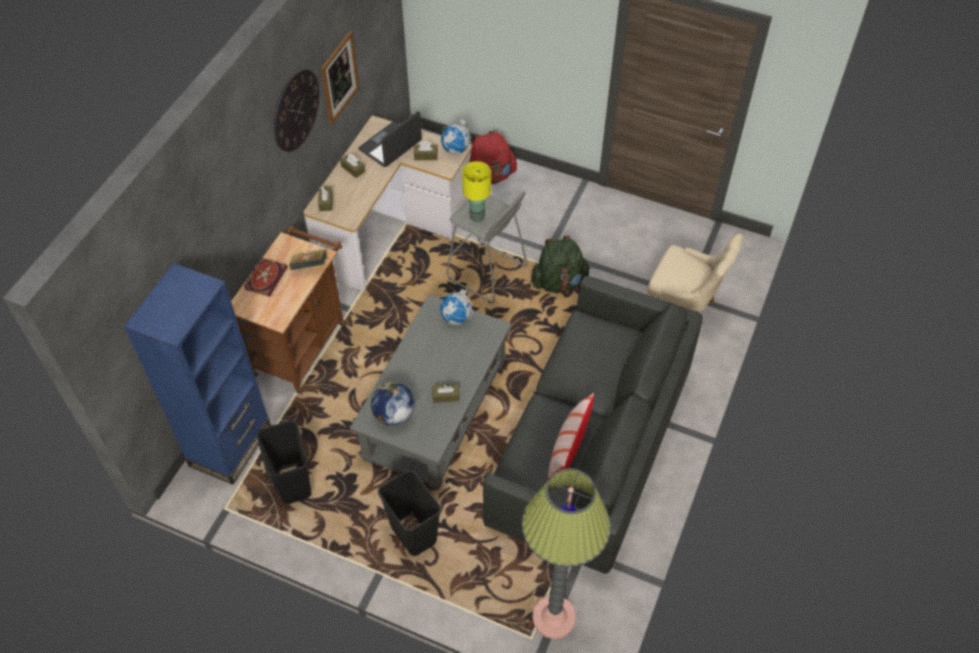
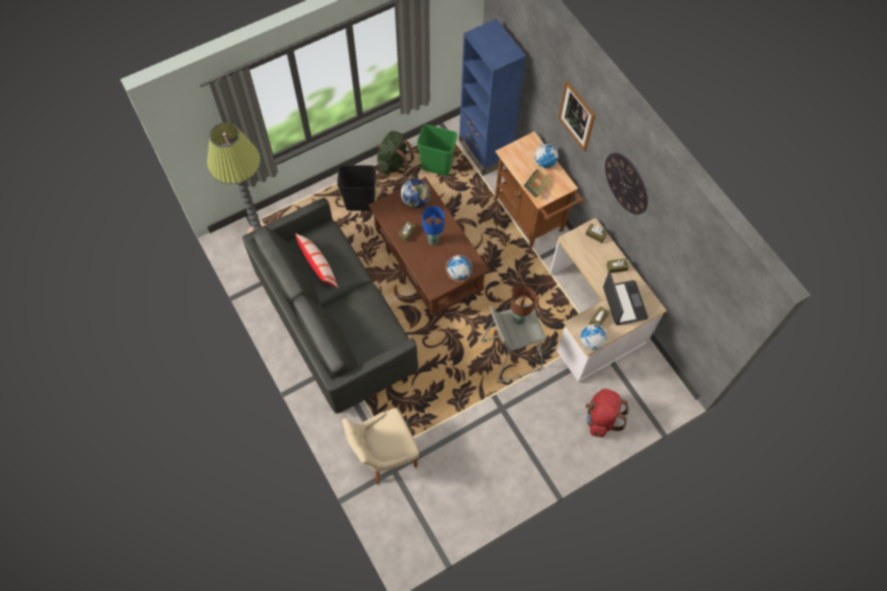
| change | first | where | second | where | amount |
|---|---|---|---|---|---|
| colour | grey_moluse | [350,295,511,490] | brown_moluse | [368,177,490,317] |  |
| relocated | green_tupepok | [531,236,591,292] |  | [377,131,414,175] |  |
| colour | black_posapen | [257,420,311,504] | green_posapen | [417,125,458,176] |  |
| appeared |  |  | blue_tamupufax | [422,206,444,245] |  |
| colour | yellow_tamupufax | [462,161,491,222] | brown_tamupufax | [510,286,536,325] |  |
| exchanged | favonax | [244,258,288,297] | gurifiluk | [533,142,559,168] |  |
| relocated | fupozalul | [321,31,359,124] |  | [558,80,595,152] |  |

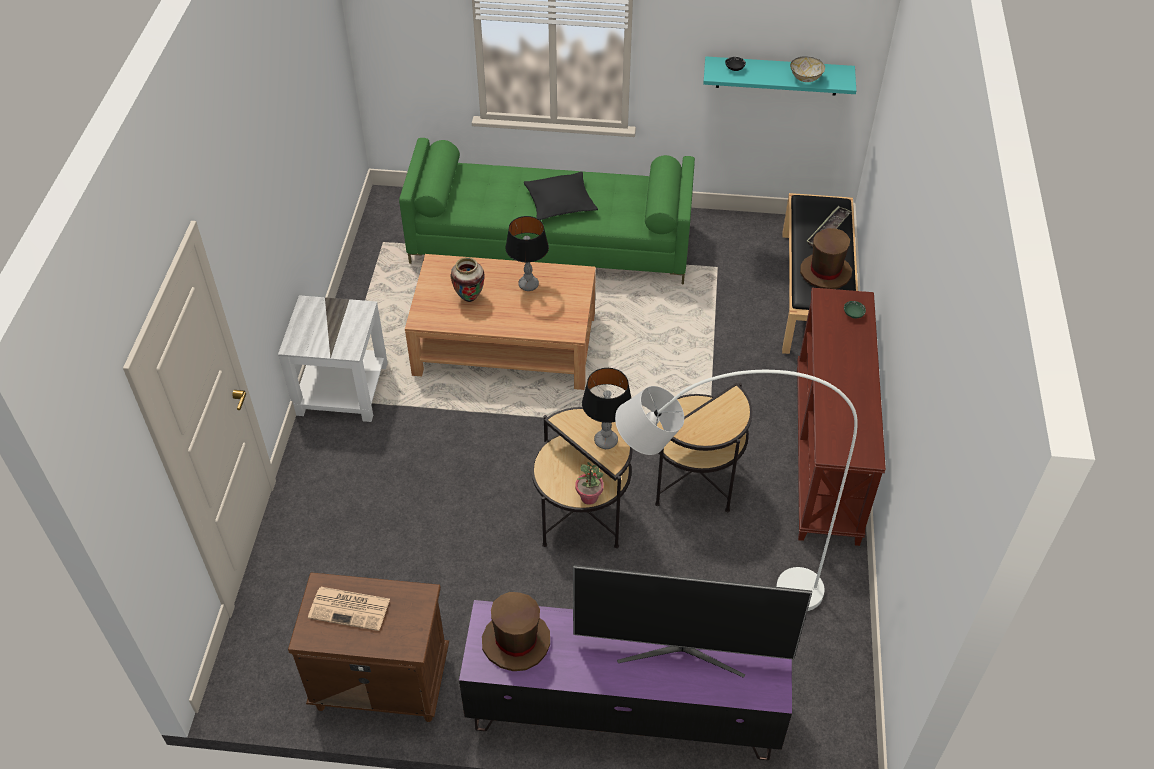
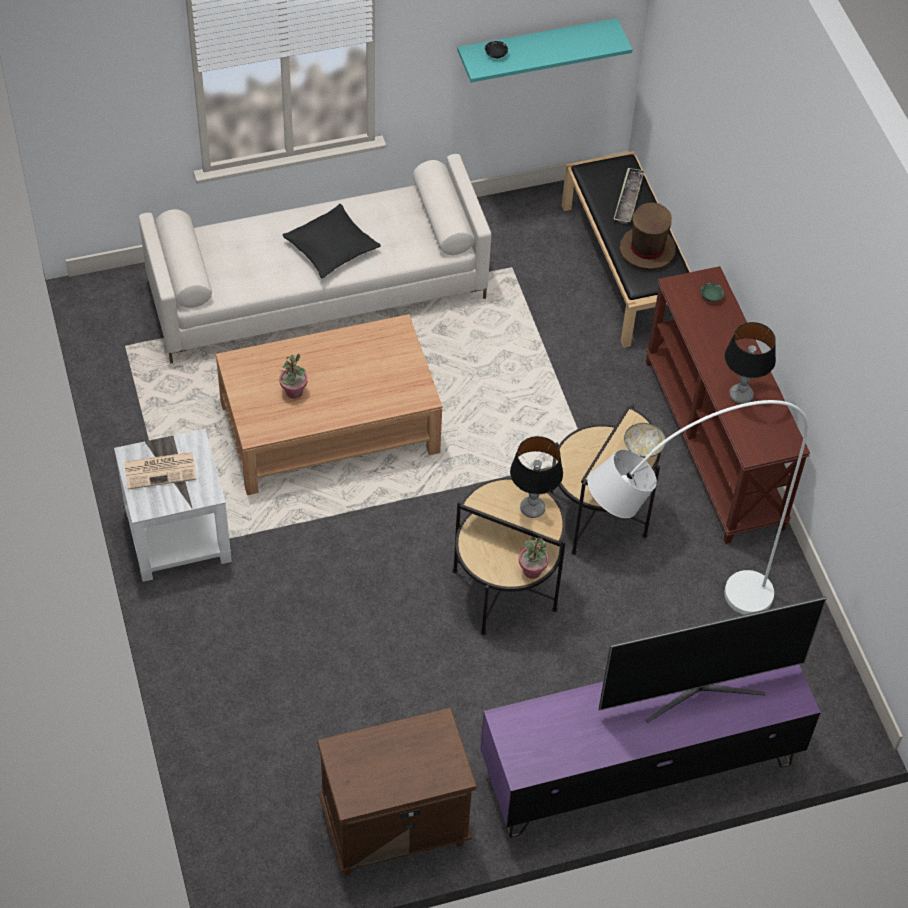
| change | first | where | second | where | amount |
|---|---|---|---|---|---|
| relocated | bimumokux | [308,587,390,631] |  | [124,452,197,489] |  |
| colour | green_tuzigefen | [399,138,695,284] | beige_tuzigefen | [139,154,491,364] |  |
| exchanged | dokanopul | [450,257,485,302] | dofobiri | [279,353,308,399] |  |
| relocated | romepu | [790,57,825,82] |  | [624,423,666,458] |  |
| relocated | tamupufax | [506,216,549,291] |  | [725,322,776,404] |  |
| missing | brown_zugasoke | [482,592,550,671] |  |  |  |

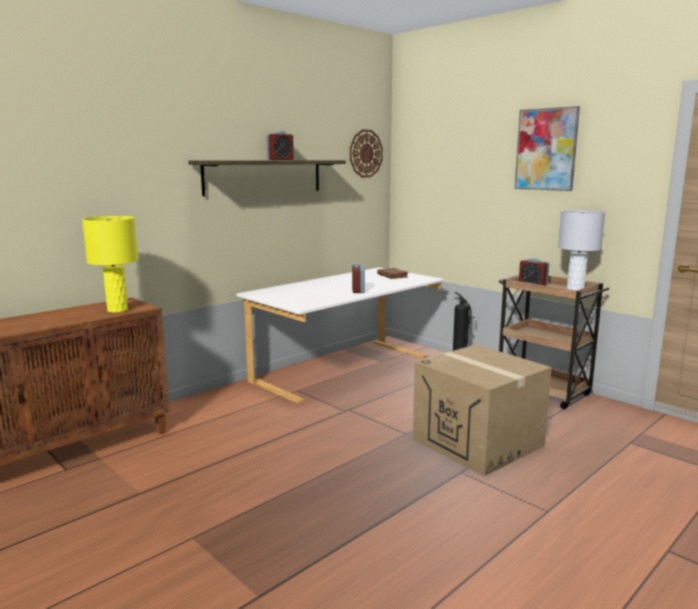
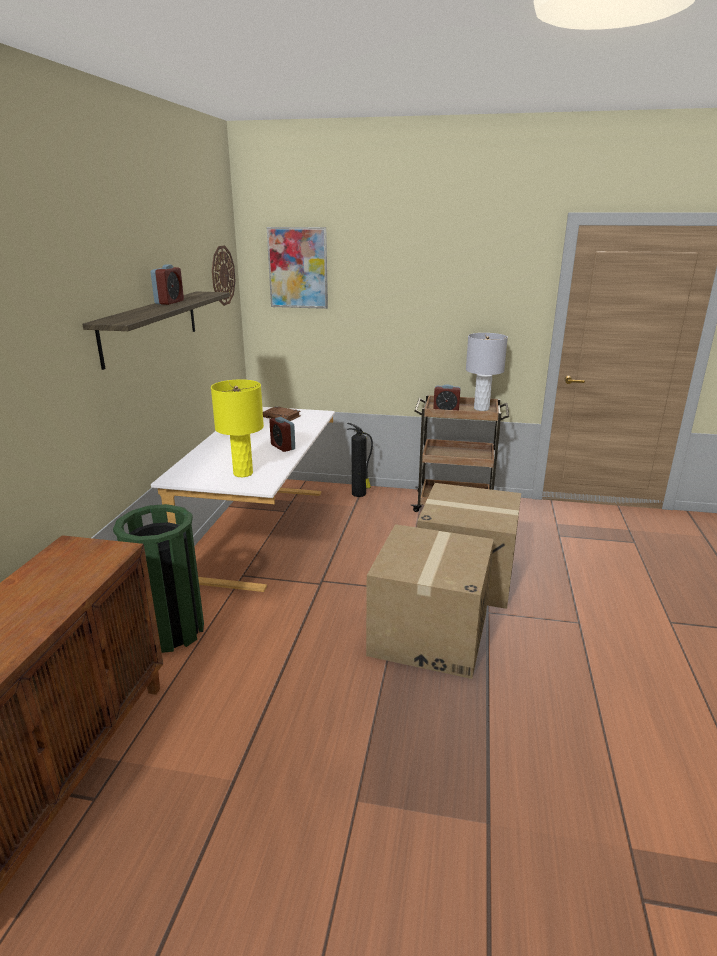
| change | first | where | second | where | amount |
|---|---|---|---|---|---|
| appeared |  |  | green_posapen | [113,504,204,653] |  |
| relocated | yellow_tamupufax | [82,216,139,313] |  | [211,379,264,477] |  |
| relocated | fupozalul | [515,106,580,191] |  | [267,227,328,309] |  |
| appeared |  |  | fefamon | [366,524,494,679] |  |

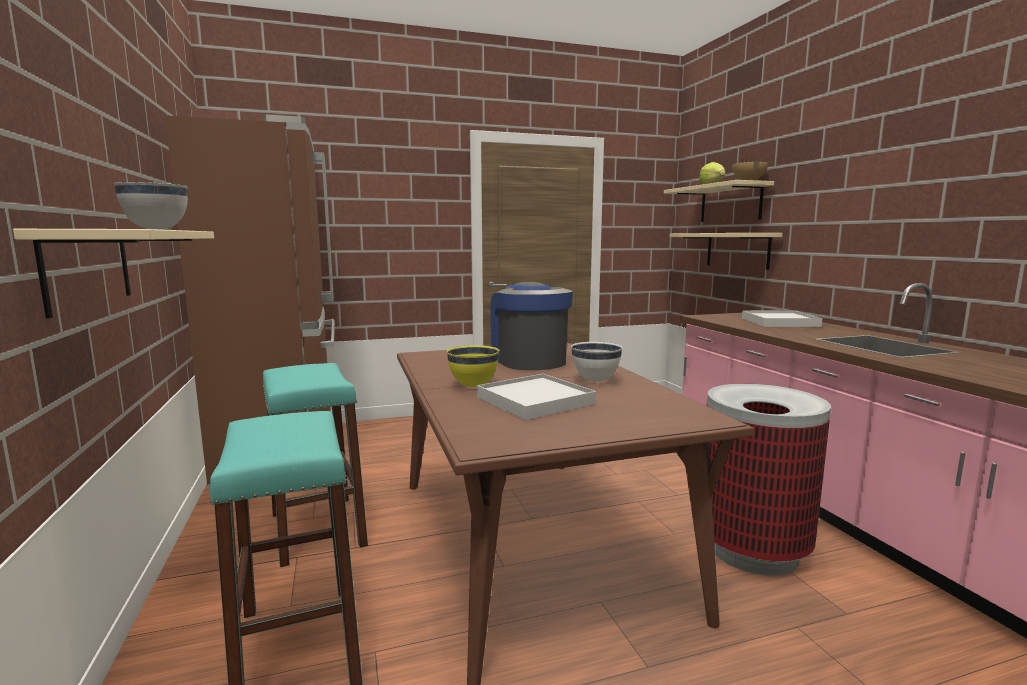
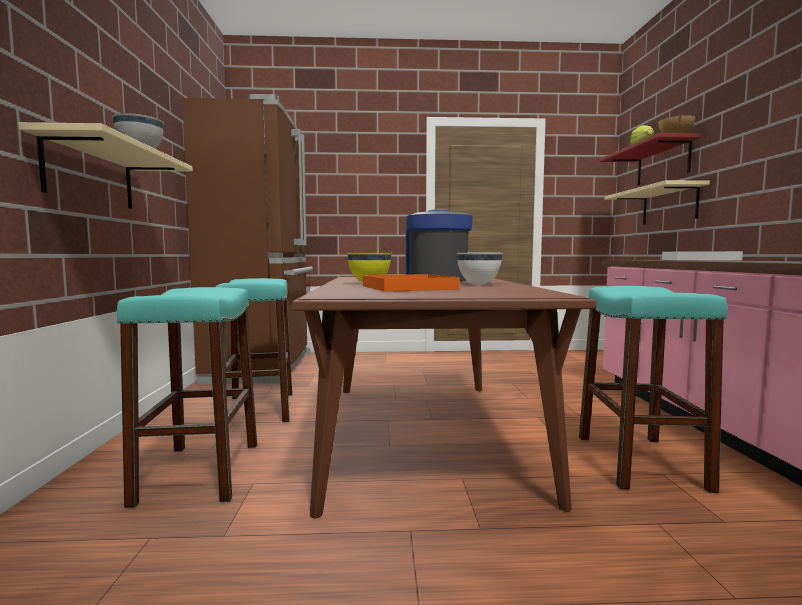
| change | first | where | second | where | amount |
|---|---|---|---|---|---|
| colour | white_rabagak | [477,374,596,420] | orange_rabagak | [363,274,459,292] |  |
| exchanged | posapen | [707,384,831,575] | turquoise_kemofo | [579,286,727,493] |  |
| colour | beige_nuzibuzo | [664,180,774,222] | red_nuzibuzo | [600,133,701,186] |  |

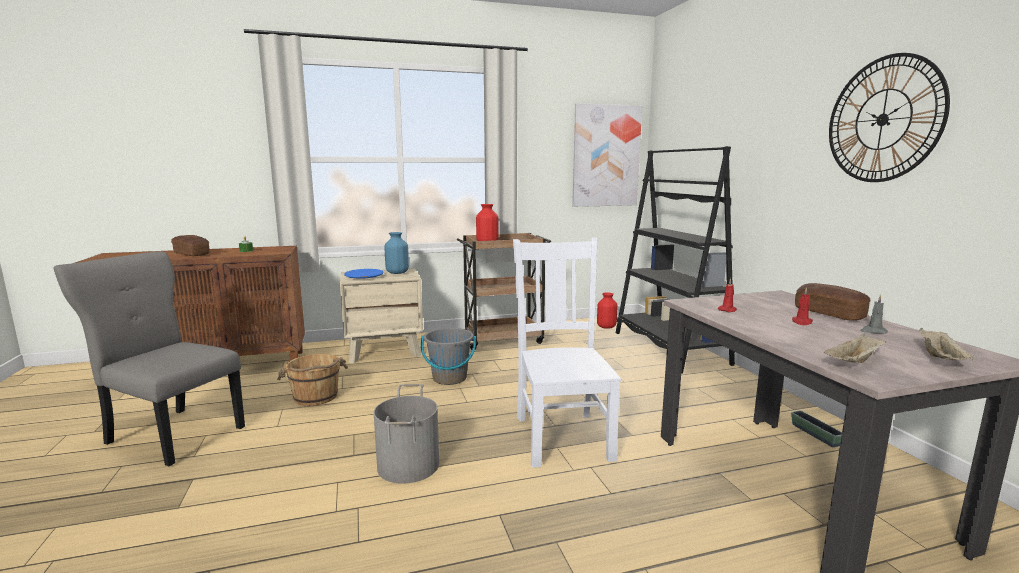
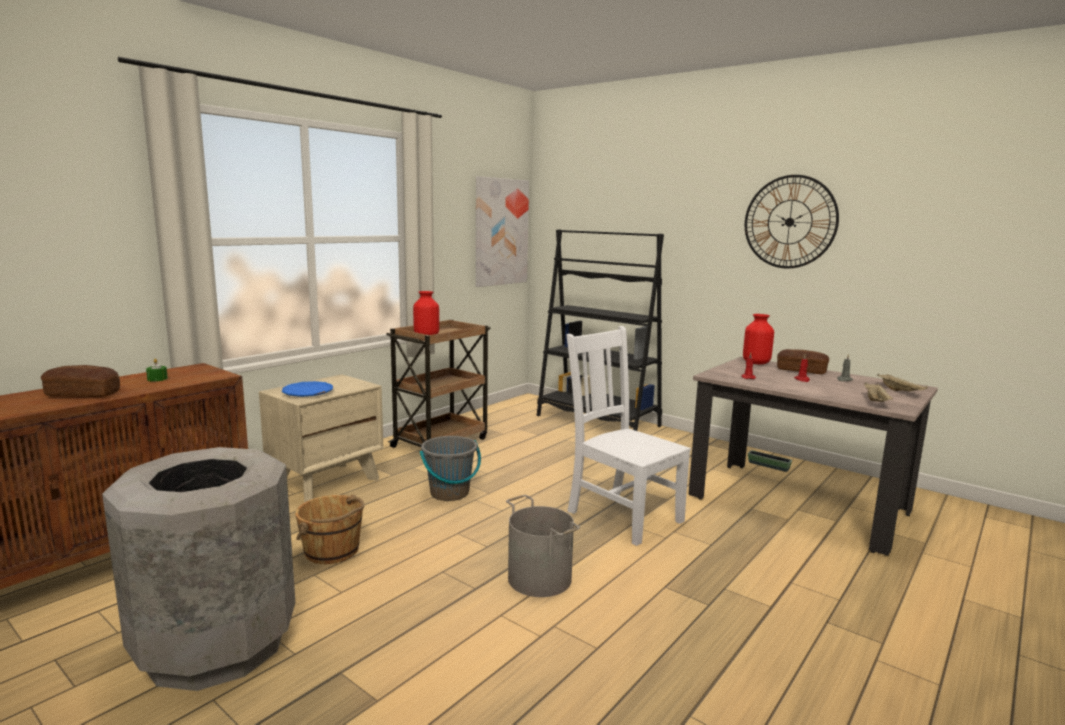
| change | first | where | second | where | amount |
|---|---|---|---|---|---|
| exchanged | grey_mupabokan | [53,251,245,466] | grey_posapen | [102,447,295,691] |  |
| relocated | red_dokanopul | [597,293,618,329] |  | [743,314,774,364] |  |
| missing | blue_dokanopul | [384,232,409,274] |  |  |  |

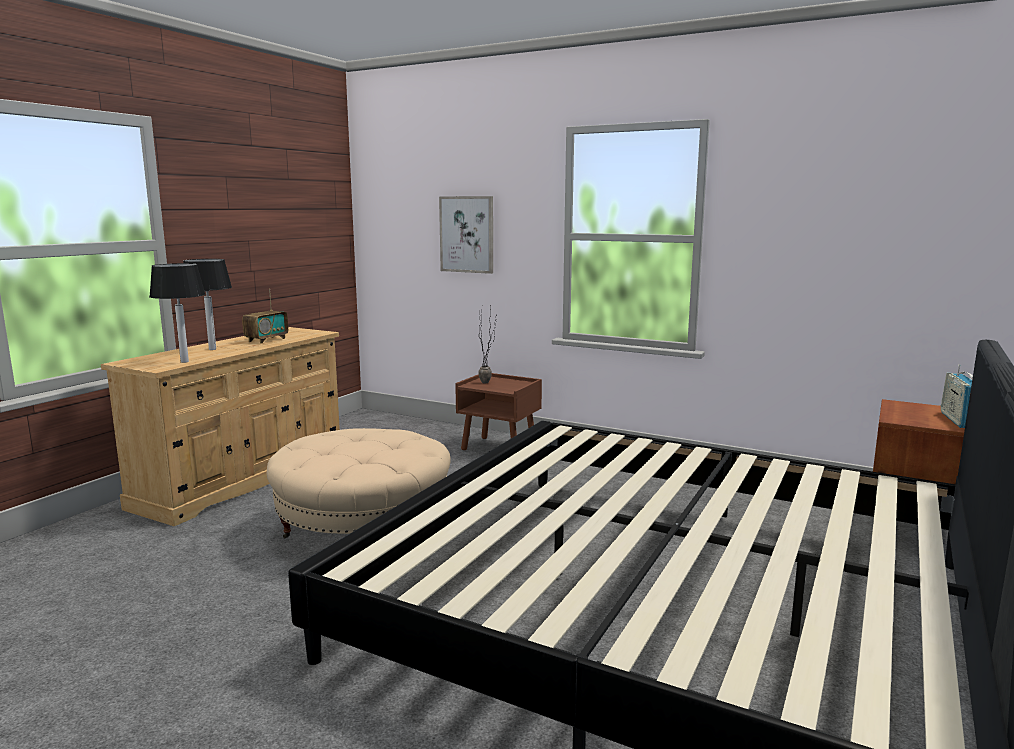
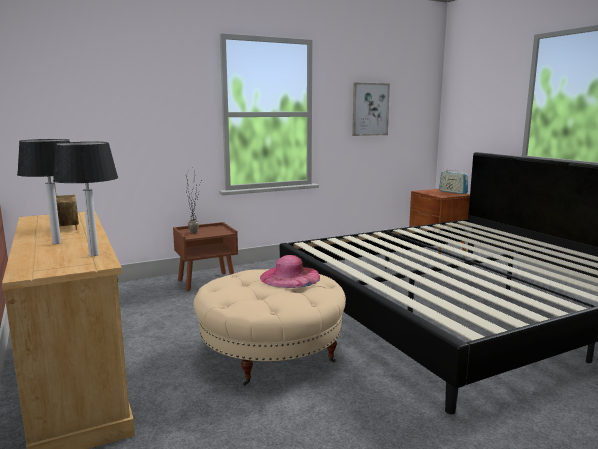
| change | first | where | second | where | amount |
|---|---|---|---|---|---|
| appeared |  |  | pink_zugasoke | [260,255,320,288] |  |
| relocated | fupozalul | [439,196,493,274] |  | [352,83,390,136] |  |

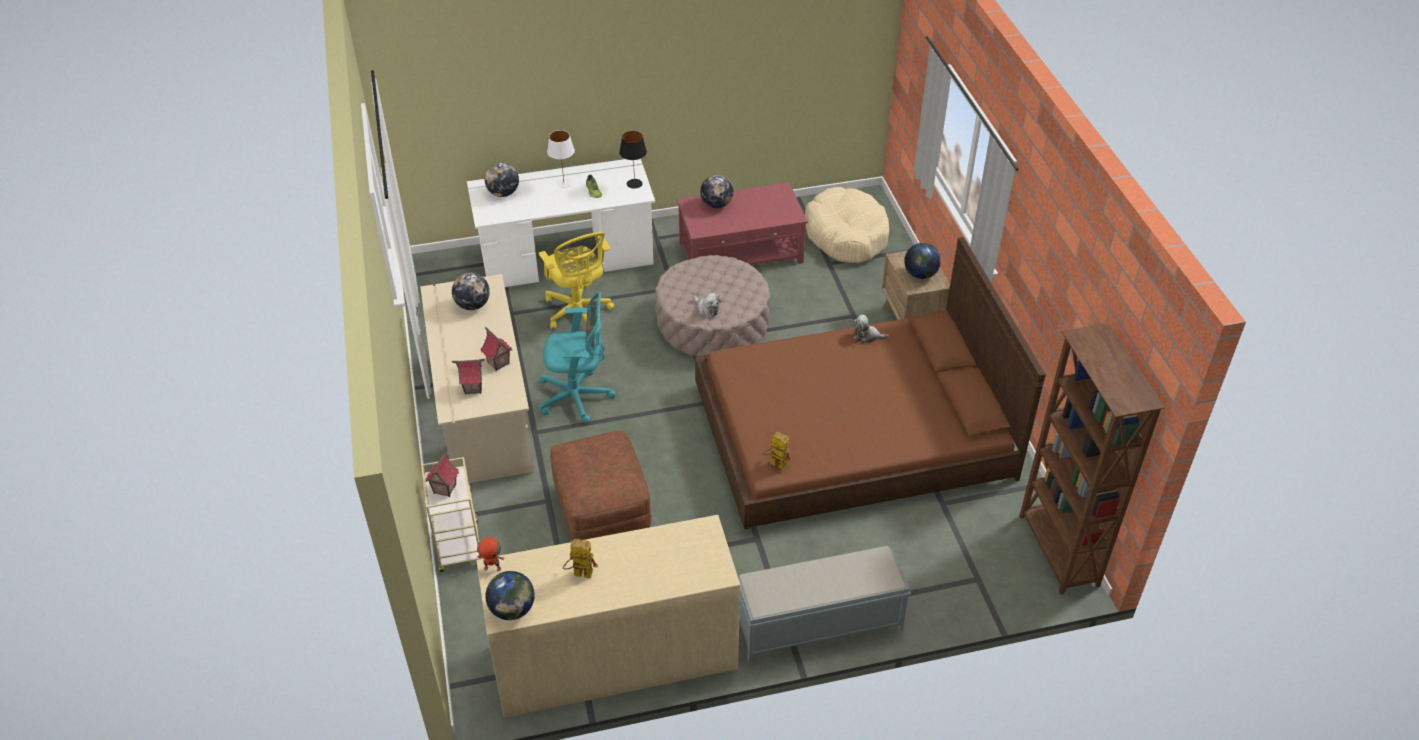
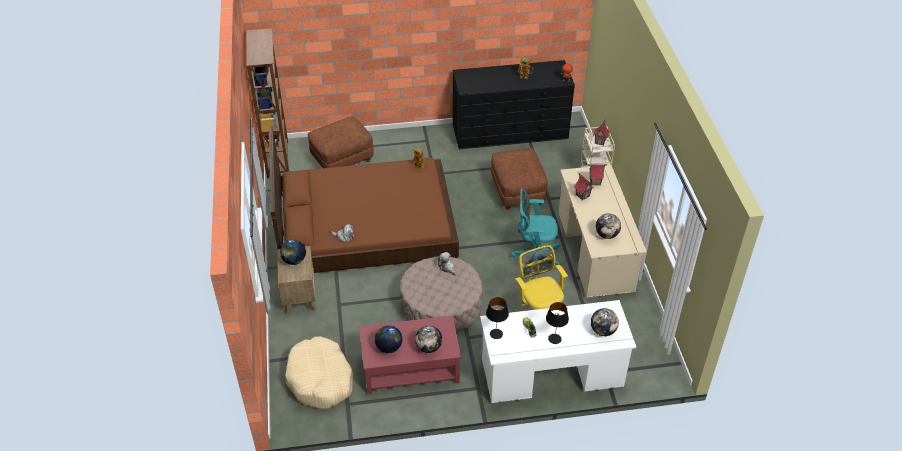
| change | first | where | second | where | amount |
|---|---|---|---|---|---|
| appeared |  |  | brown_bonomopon | [308,116,374,168] |  |
| relocated | gurifiluk | [485,571,535,620] |  | [375,325,402,353] |  |
| colour | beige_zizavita | [476,515,740,718] | black_zizavita | [453,60,575,149] |  |
| colour | white_tamupufax | [547,130,575,188] | black_tamupufax | [546,302,569,344] |  |
| missing | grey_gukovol | [738,546,911,662] |  |  |  |

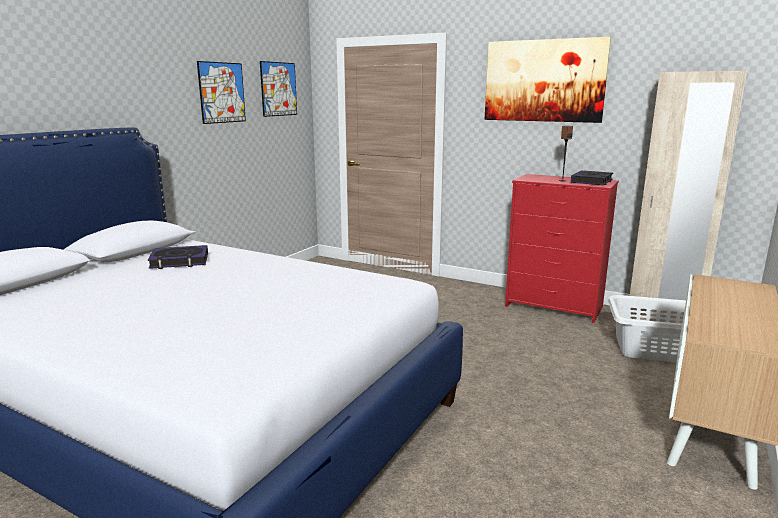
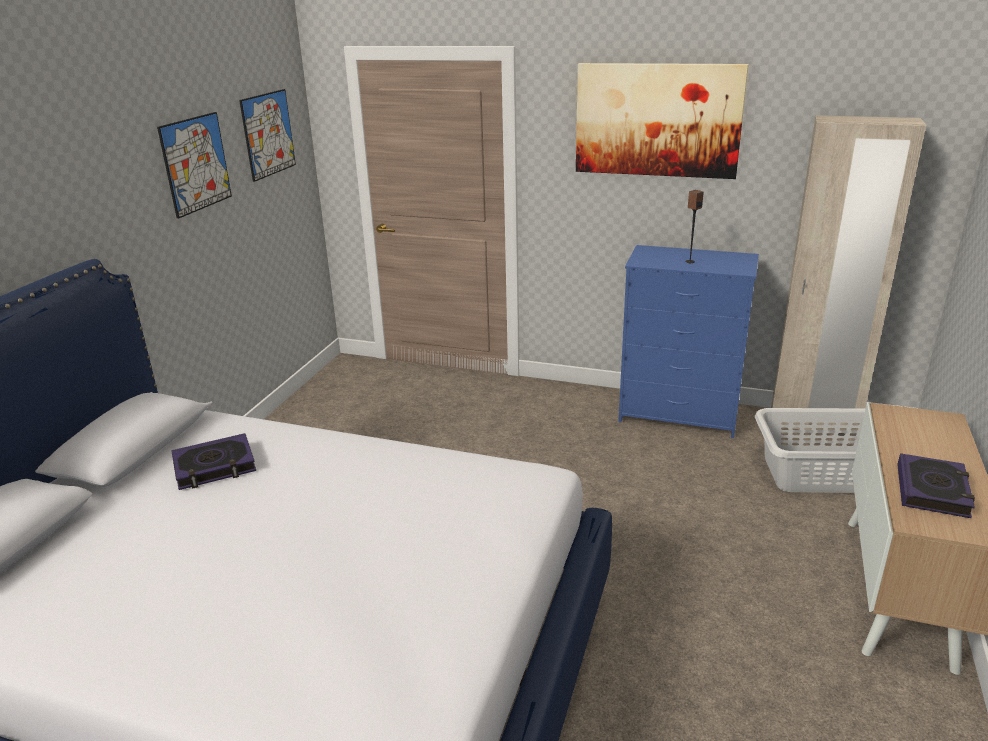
| change | first | where | second | where | amount |
|---|---|---|---|---|---|
| colour | red_zizavita | [505,174,619,323] | blue_zizavita | [618,245,759,438] |  |
| relocated | favonax | [571,170,613,185] |  | [897,453,975,518] |  |

